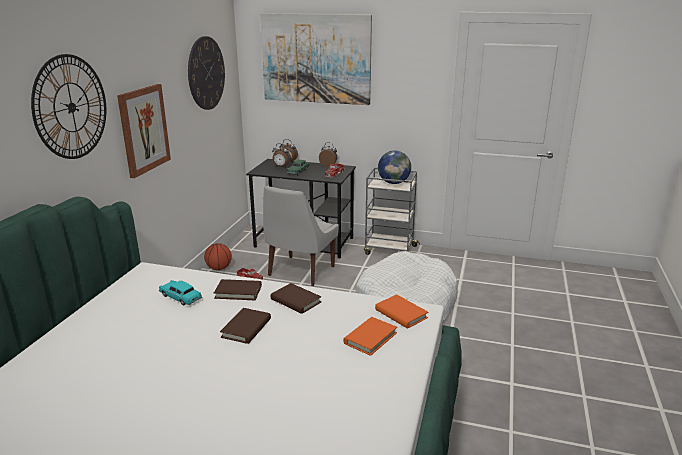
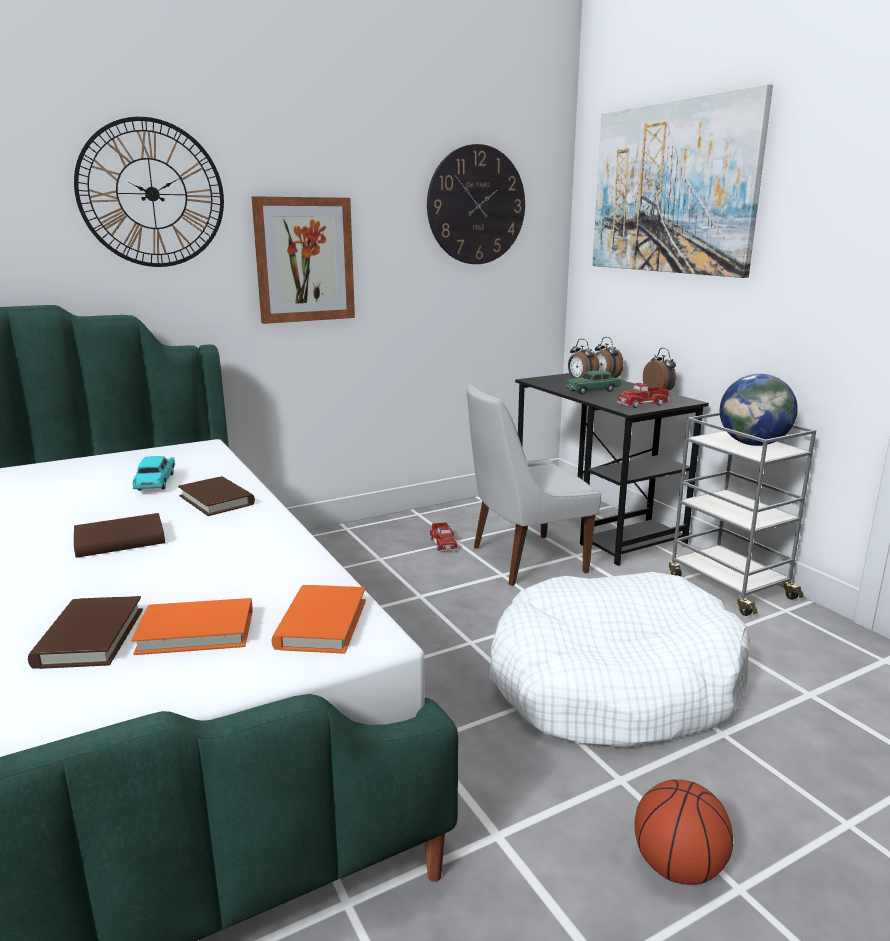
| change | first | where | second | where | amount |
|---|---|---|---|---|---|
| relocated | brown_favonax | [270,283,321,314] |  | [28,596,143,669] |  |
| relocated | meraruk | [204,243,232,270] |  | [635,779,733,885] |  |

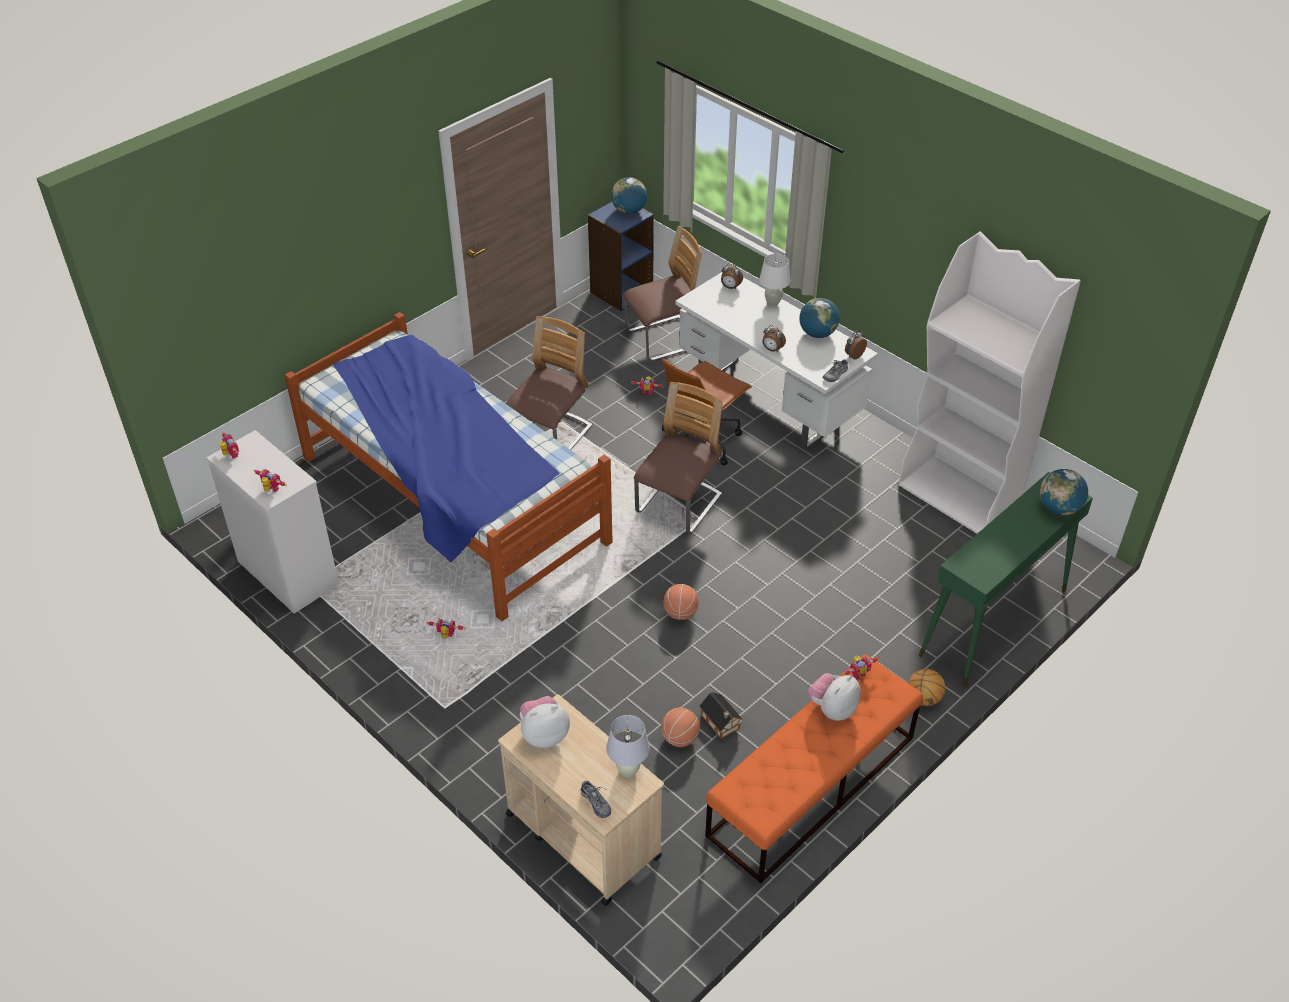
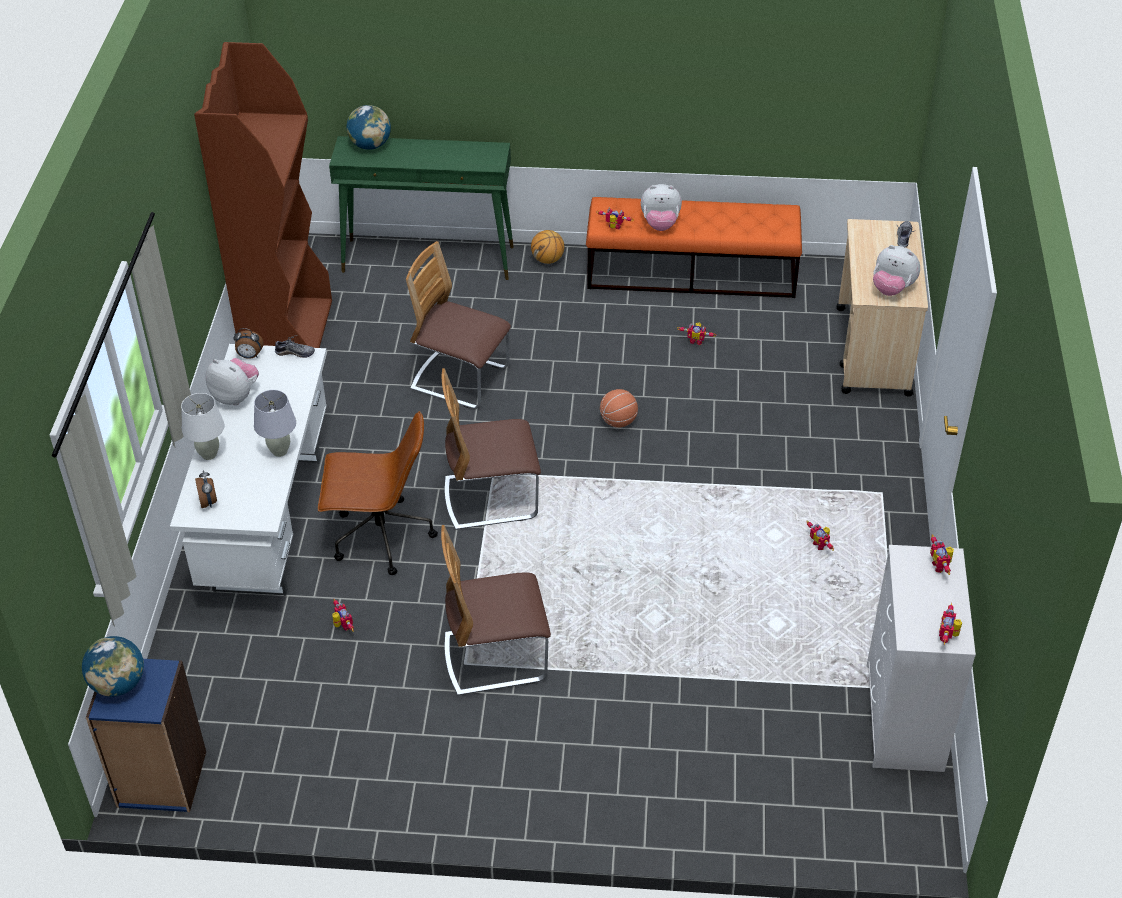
| change | first | where | second | where | amount |
|---|---|---|---|---|---|
| colour | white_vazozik | [898,232,1081,534] | brown_vazozik | [194,42,332,348] |  |
| exchanged | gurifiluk | [799,298,840,338] | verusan | [205,358,259,405] |  |
| relocated | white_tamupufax | [606,715,650,777] |  | [254,390,296,457] |  |
| relocated | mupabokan | [623,226,702,361] |  | [406,241,511,409] |  |
| exchanged | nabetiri | [699,692,743,739] | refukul | [677,323,716,345] |  |
| missing | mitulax | [284,312,613,621] |  |  |  |
| missing | meraruk | [661,707,700,747] |  |  |  |
| missing | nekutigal | [762,325,786,352] |  |  |  |

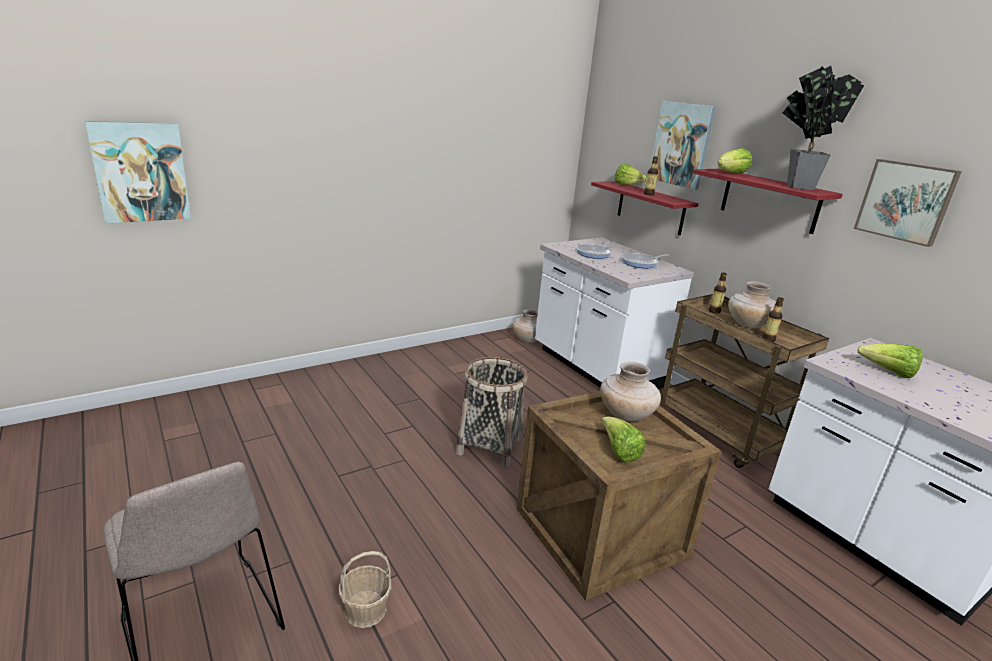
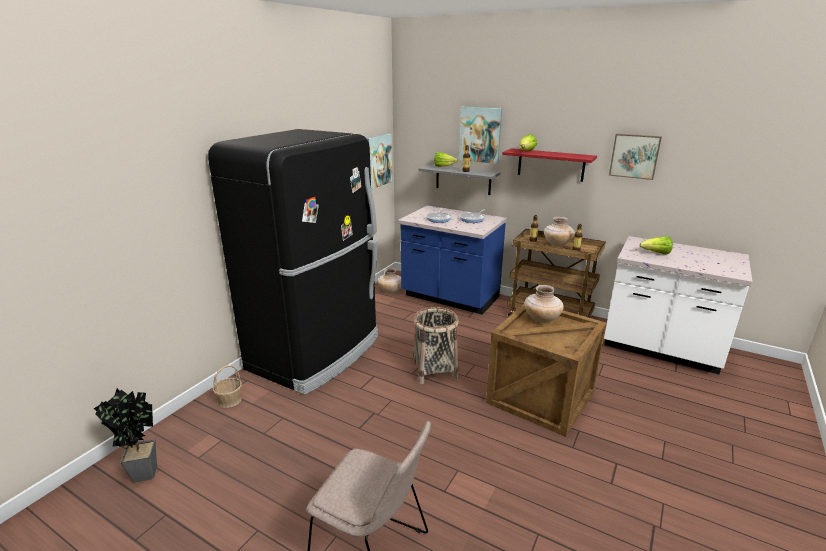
| change | first | where | second | where | amount |
|---|---|---|---|---|---|
| relocated | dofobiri | [782,66,864,190] |  | [94,388,157,482] |  |
| appeared |  |  | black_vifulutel | [208,129,378,395] |  |
| relocated | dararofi | [338,551,392,628] |  | [213,365,242,408] |  |
| relocated | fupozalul | [85,121,191,224] |  | [366,134,392,189] |  |
| colour | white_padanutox | [535,238,694,389] | blue_padanutox | [398,205,507,315] |  |
| colour | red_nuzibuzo | [591,181,699,235] | grey_nuzibuzo | [419,164,500,195] |  |
| missing | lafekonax | [601,417,645,463] |  |  |  |

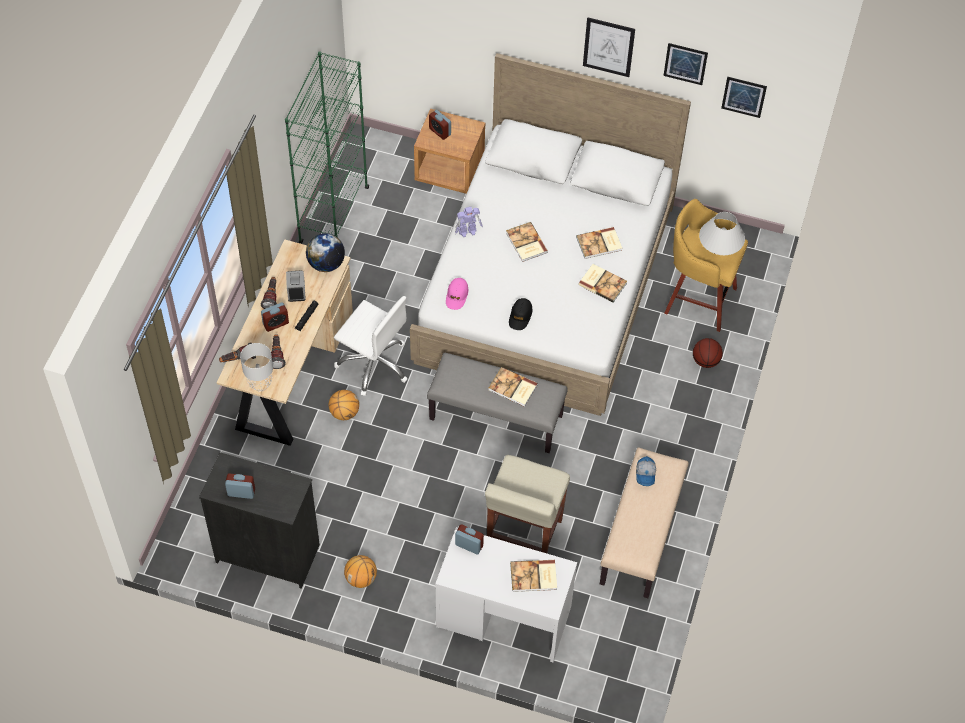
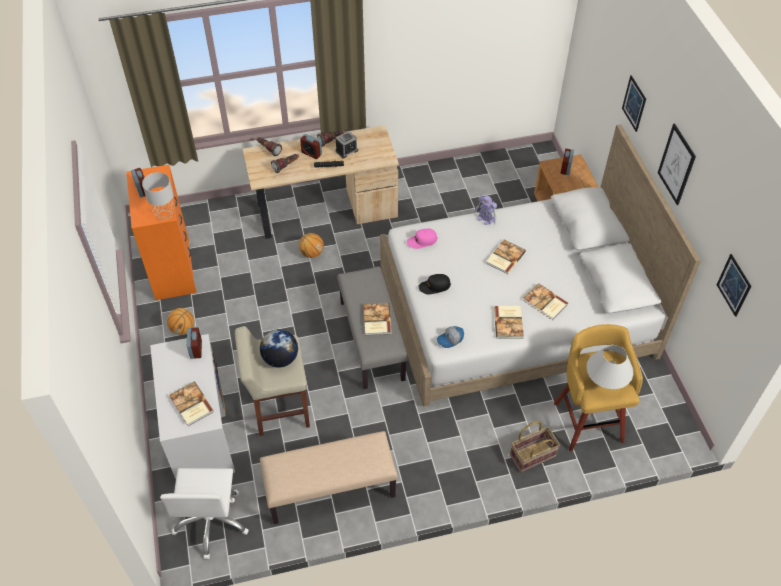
| change | first | where | second | where | amount |
|---|---|---|---|---|---|
| colour | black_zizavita | [199,452,320,589] | orange_zizavita | [126,165,197,300] |  |
| relocated | grey_tamupufax | [240,343,273,392] |  | [142,172,174,220] |  |
| relocated | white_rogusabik | [334,296,407,396] |  | [160,468,249,559] |  |
| relocated | gurifiluk | [306,233,345,272] |  | [260,329,298,368] |  |
| relocated | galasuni | [636,456,656,486] |  | [437,326,464,348] |  |
| exchanged | meraruk | [693,338,723,368] | dararofi | [510,421,560,473] |  |
| relocated | fupozalul | [664,43,708,85] |  | [622,75,646,132] |  |
| missing | green_vazozik | [285,51,369,243] |  |  |  |

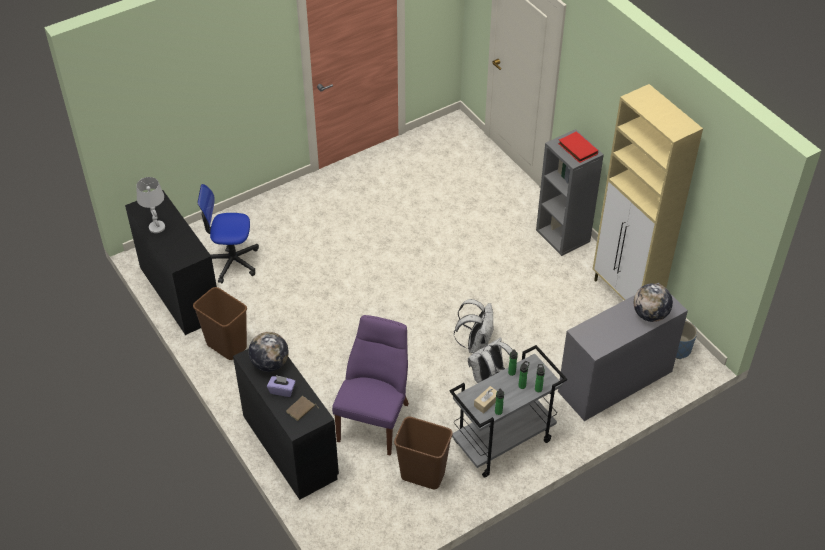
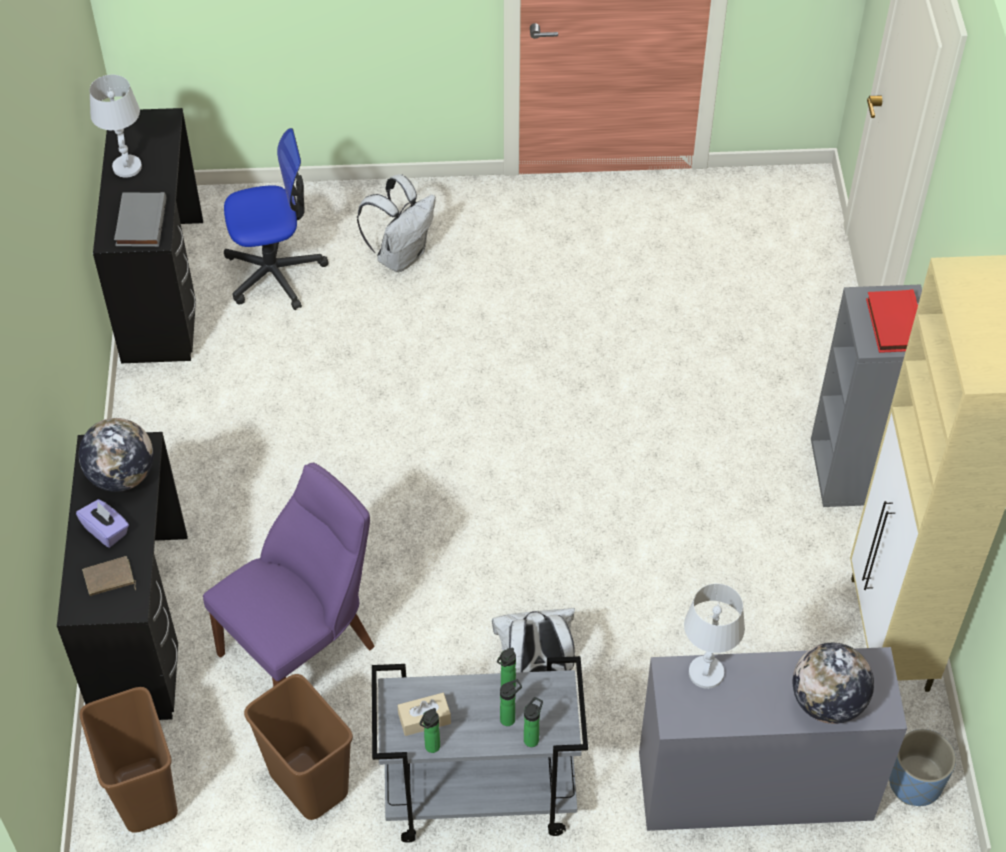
| change | first | where | second | where | amount |
|---|---|---|---|---|---|
| relocated | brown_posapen | [193,287,247,360] |  | [80,687,178,832] |  |
| appeared |  |  | grey_favonax | [114,192,166,247] |  |
| spun | rogusabik | [197,184,259,283] |  | [224,128,329,310] | 135 degrees clockwise |
| relocated | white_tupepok | [454,299,493,353] |  | [357,174,436,272] |  |
| appeared |  |  | white_tamupufax | [684,584,745,689] |  |

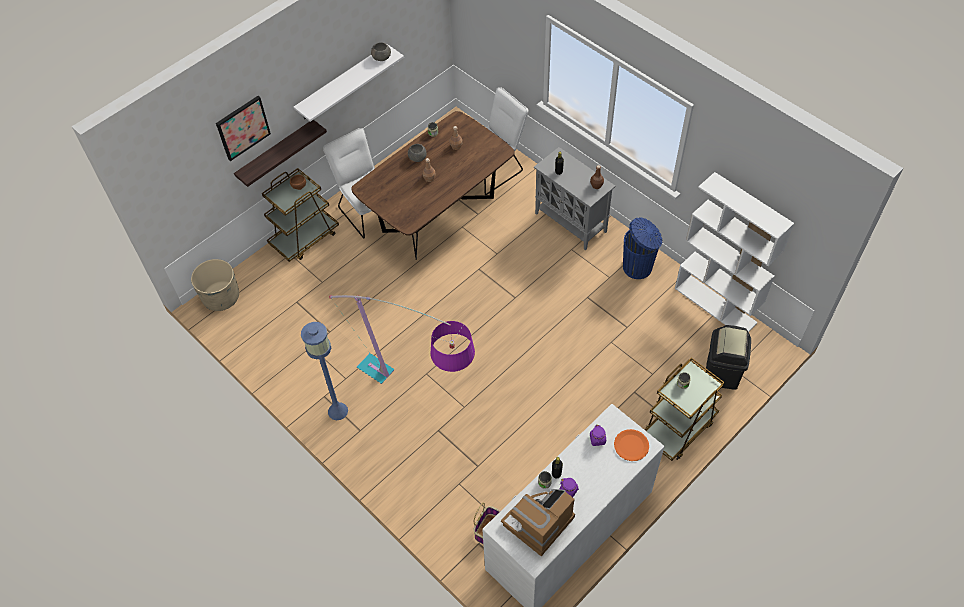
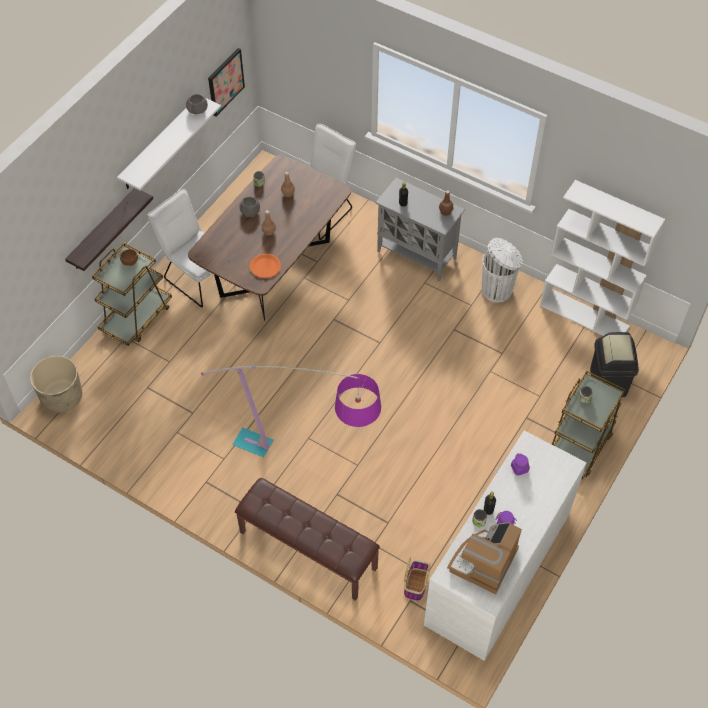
| change | first | where | second | where | amount |
|---|---|---|---|---|---|
| relocated | fupozalul | [216,96,271,161] |  | [208,48,245,116] |  |
| appeared |  |  | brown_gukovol | [235,478,380,601] |  |
| relocated | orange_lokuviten | [614,429,649,461] |  | [250,254,281,278] |  |
| colour | blue_posapen | [623,217,662,279] | white_posapen | [482,238,523,303] |  |
| missing | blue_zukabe | [301,322,348,421] |  |  |  |

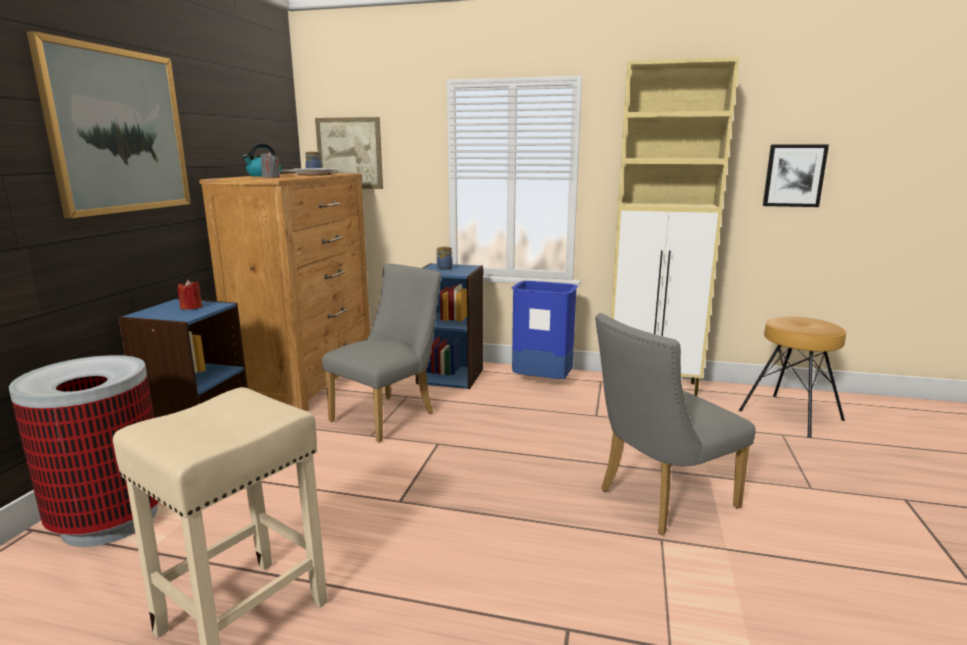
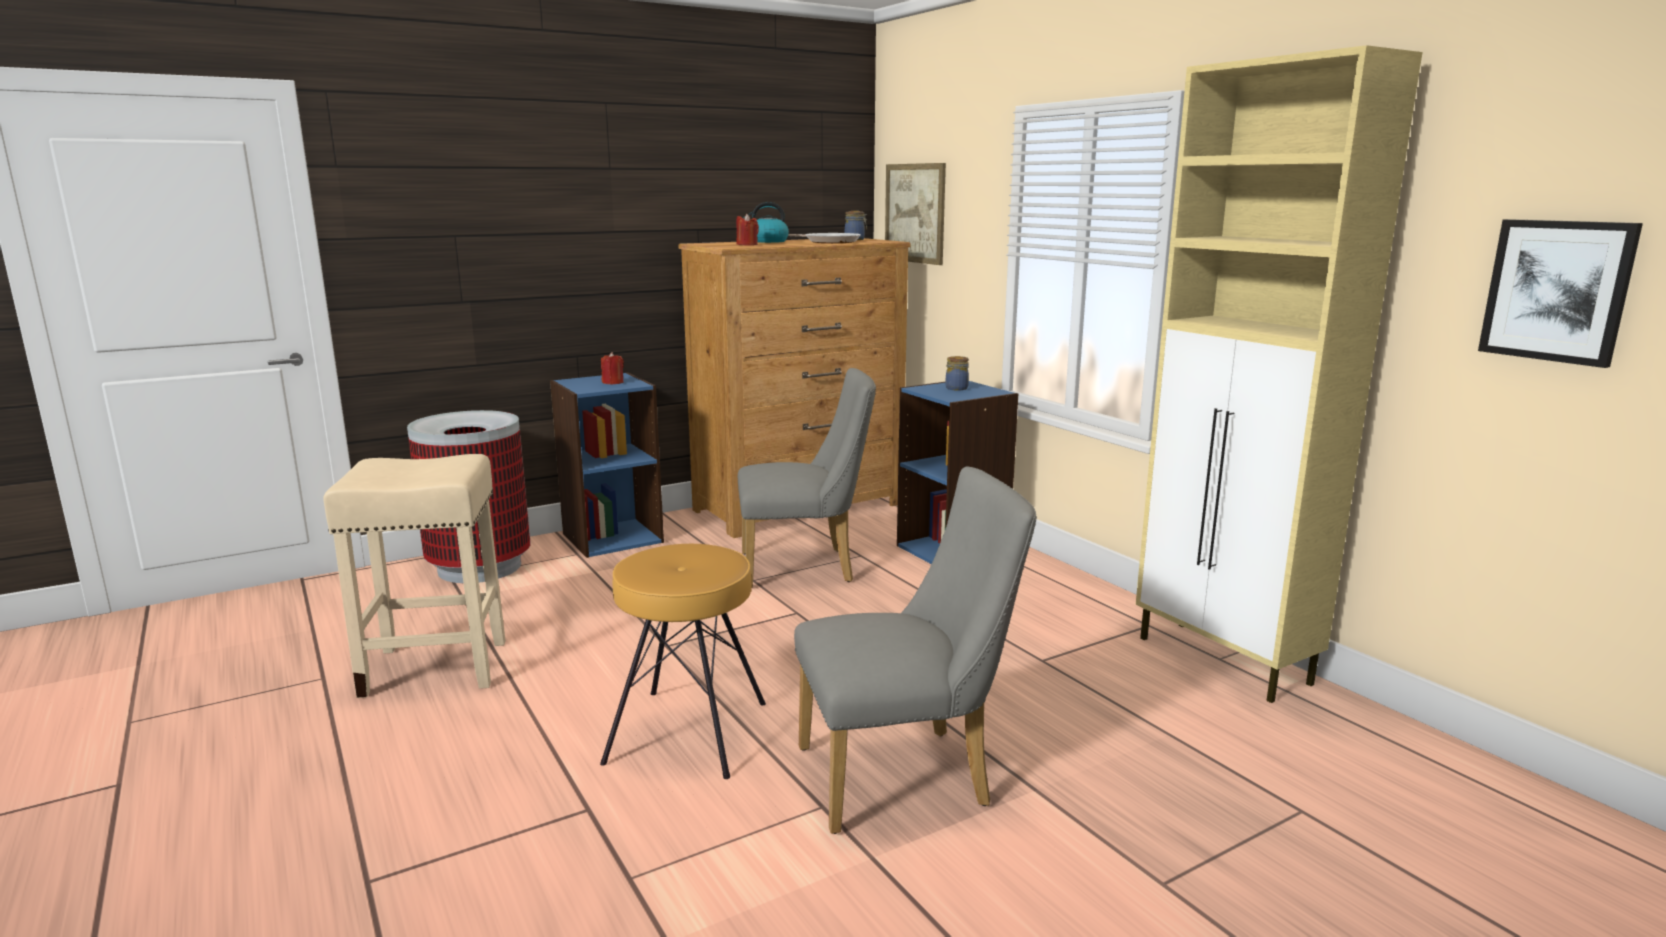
| change | first | where | second | where | amount |
|---|---|---|---|---|---|
| relocated | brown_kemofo | [739,317,846,438] |  | [600,544,766,779] |  |
| colour | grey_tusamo | [261,152,280,178] | red_tusamo | [736,214,759,246] |  |
| spun | grey_mupabokan | [595,313,756,535] |  | [794,466,1037,834] | 150 degrees clockwise |
| missing | fupozalul | [27,31,191,218] |  |  |  |
| missing | blue_posapen | [511,281,578,379] |  |  |  |

